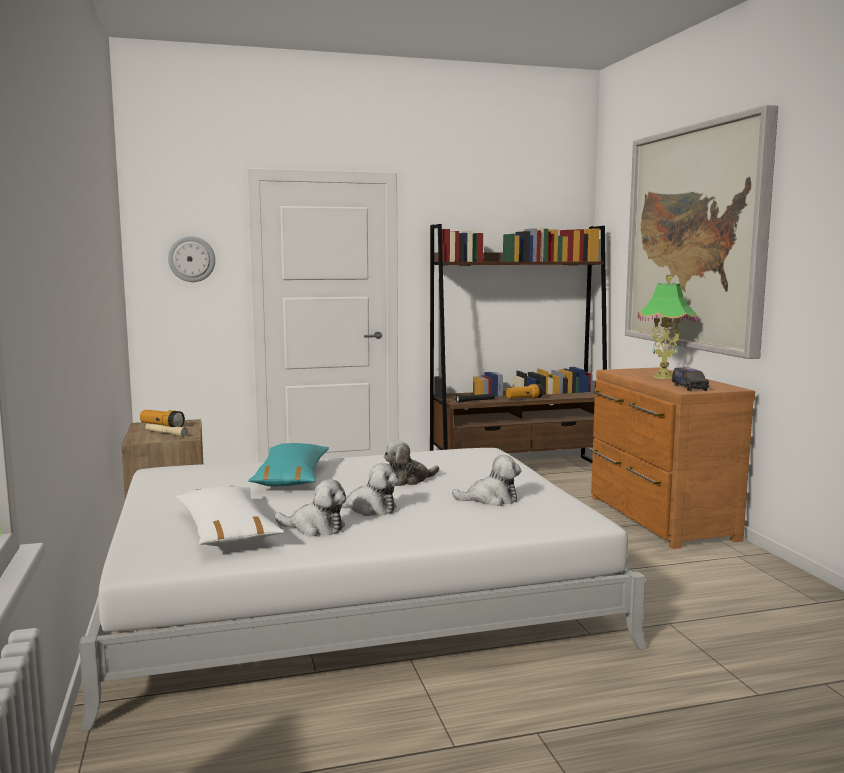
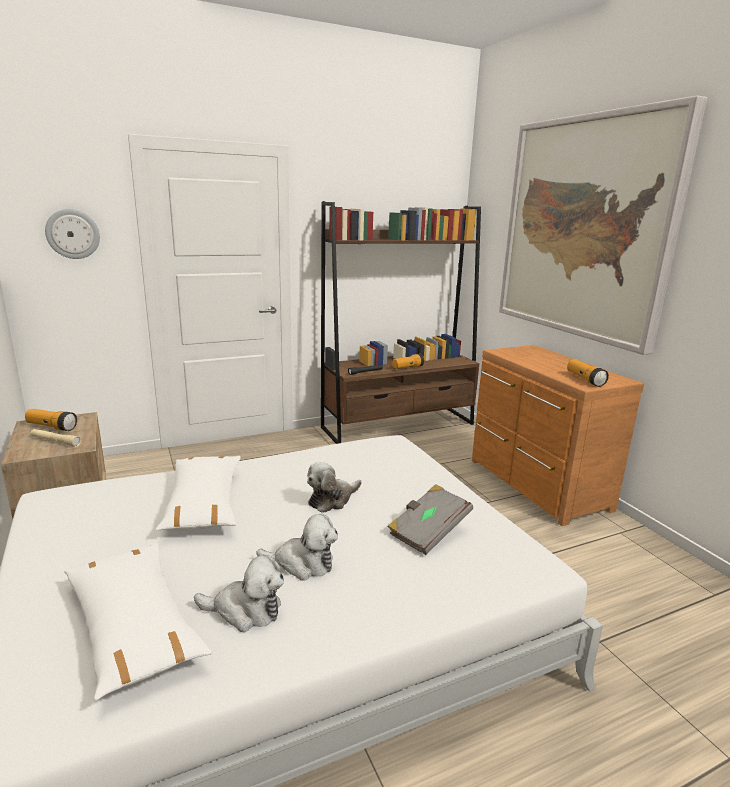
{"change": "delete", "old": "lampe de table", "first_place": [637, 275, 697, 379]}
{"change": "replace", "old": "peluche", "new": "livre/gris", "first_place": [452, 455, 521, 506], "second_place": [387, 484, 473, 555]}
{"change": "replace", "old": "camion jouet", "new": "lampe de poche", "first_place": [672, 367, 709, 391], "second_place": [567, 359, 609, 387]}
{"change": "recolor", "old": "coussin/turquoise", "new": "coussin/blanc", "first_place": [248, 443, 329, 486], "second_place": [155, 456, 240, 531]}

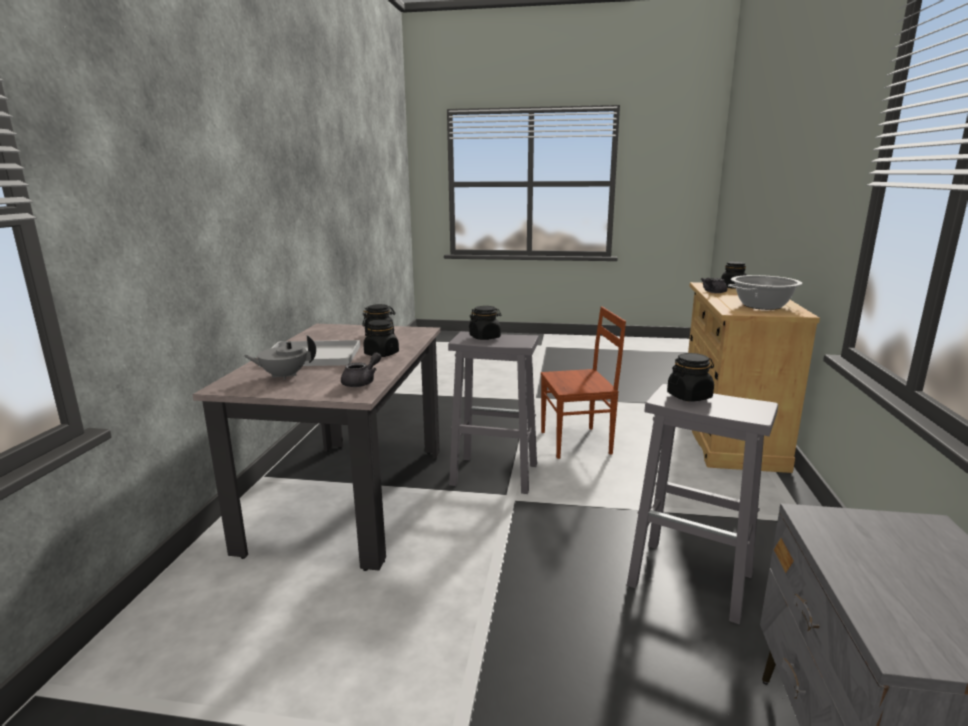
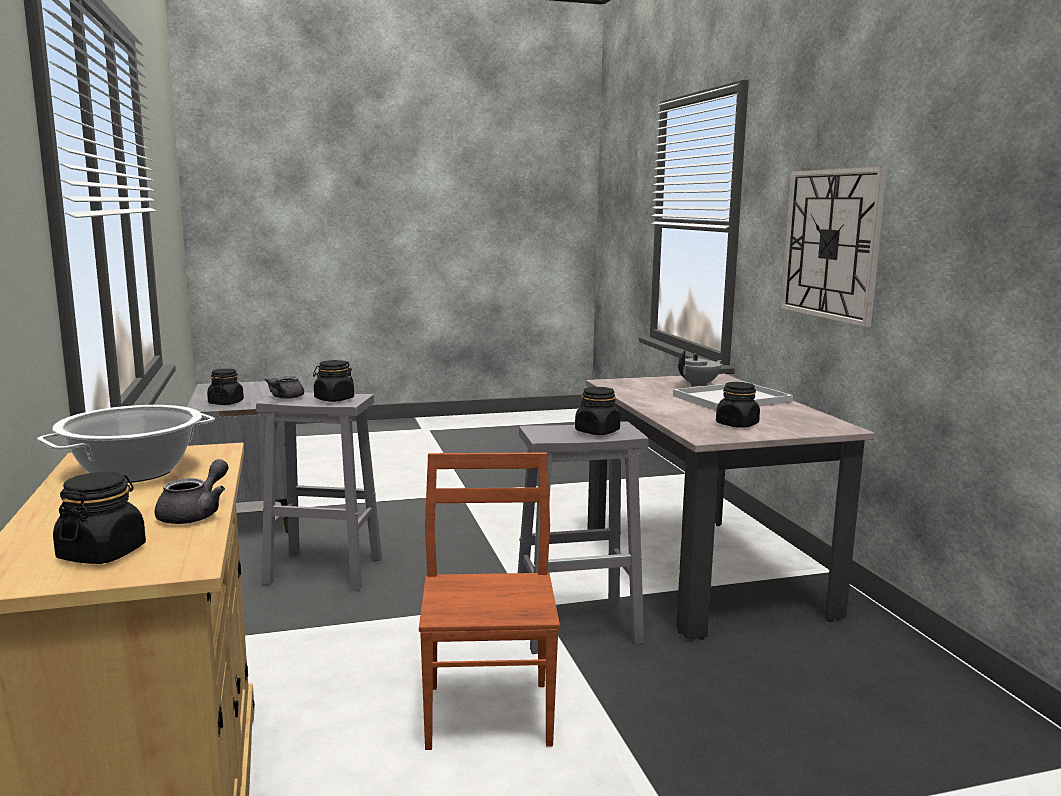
{"change": "insert", "new": "horloge murale", "second_place": [780, 166, 888, 327]}
{"change": "move", "old": "théière/gris", "first_place": [341, 353, 381, 387], "second_place": [264, 376, 304, 399]}
{"change": "move", "old": "bocal/noir", "first_place": [363, 320, 399, 357], "second_place": [207, 369, 244, 405]}
{"change": "rotate", "old": "chaise/marron", "first_place": [541, 306, 626, 459], "second_place": [419, 452, 560, 750], "degrees": 120}

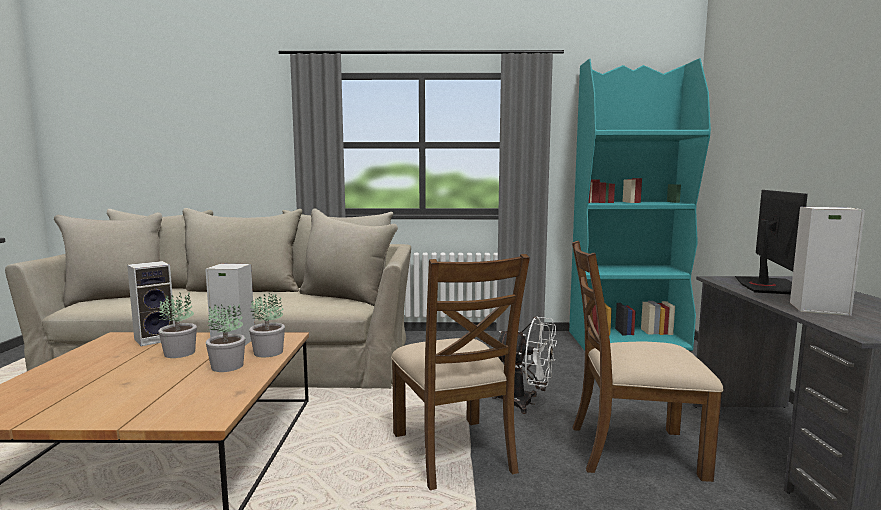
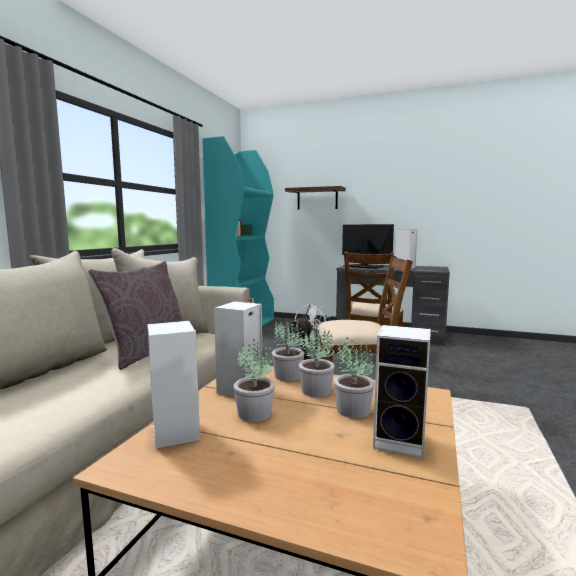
{"change": "insert", "new": "coussin/gris", "second_place": [88, 261, 182, 370]}
{"change": "insert", "new": "étagère", "second_place": [285, 186, 345, 210]}
{"change": "insert", "new": "plante en pot", "second_place": [334, 337, 375, 418]}
{"change": "insert", "new": "enceinte", "second_place": [373, 325, 431, 458]}

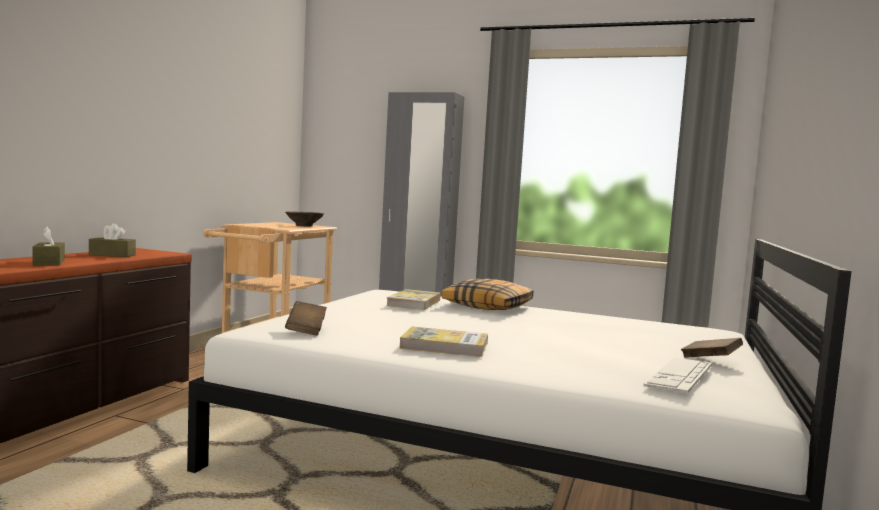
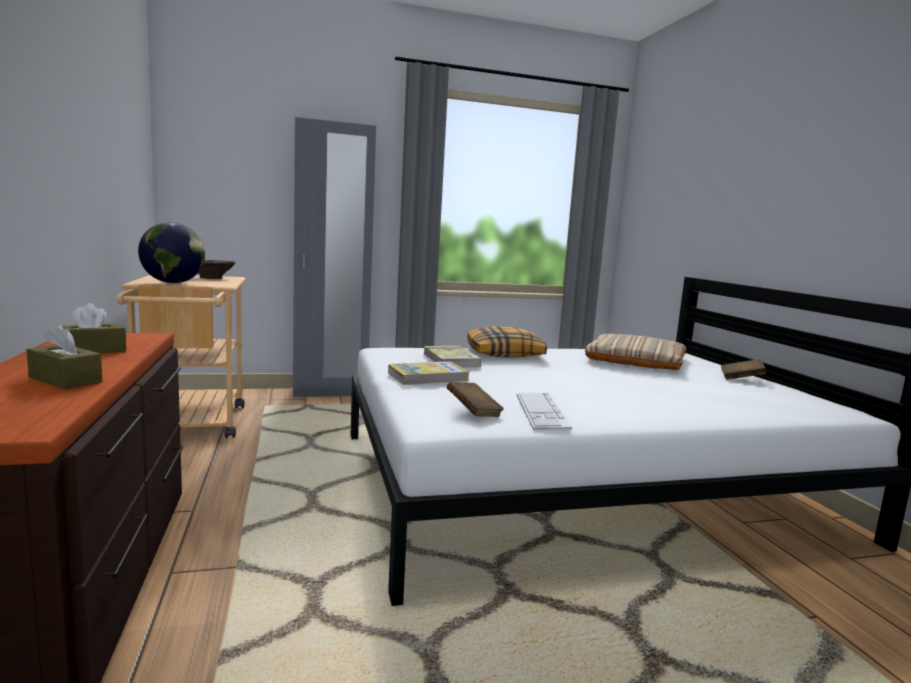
{"change": "insert", "new": "globe", "second_place": [138, 222, 205, 283]}
{"change": "insert", "new": "coussin/beige", "second_place": [585, 334, 686, 370]}
{"change": "move", "old": "livre", "first_place": [399, 327, 488, 357], "second_place": [388, 361, 470, 385]}
{"change": "move", "old": "clavier", "first_place": [643, 358, 712, 393], "second_place": [517, 393, 572, 430]}

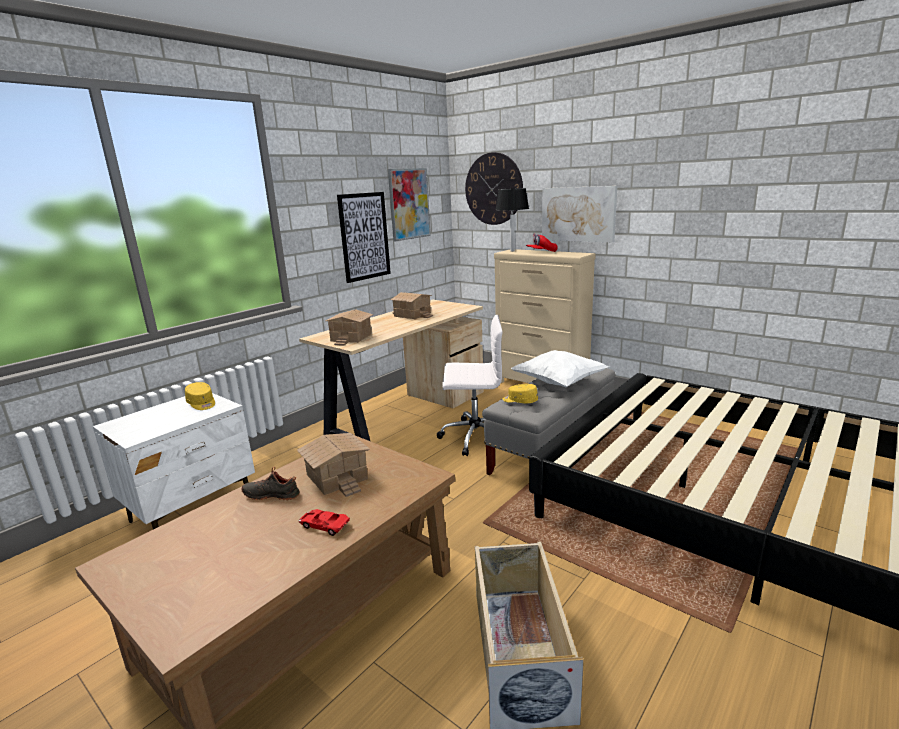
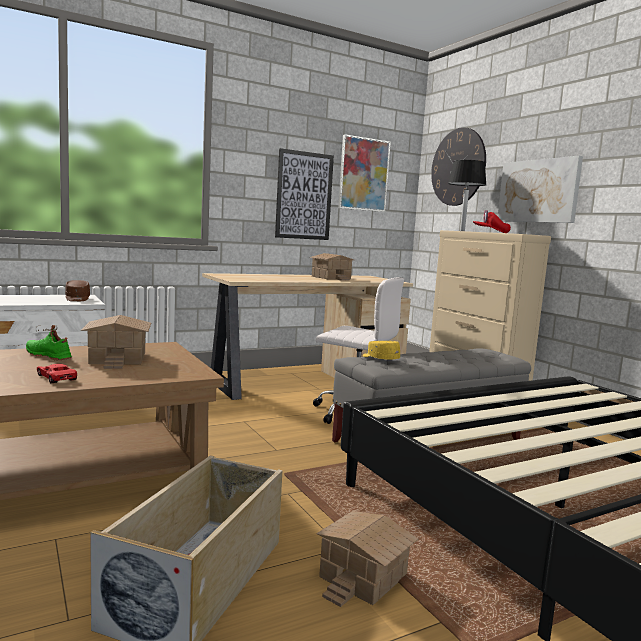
{"change": "delete", "old": "coussin/blanc", "first_place": [511, 350, 609, 387]}
{"change": "move", "old": "maison miniature", "first_place": [326, 310, 373, 346], "second_place": [316, 511, 419, 607]}
{"change": "recolor", "old": "casquette/jaune", "new": "casquette/marron", "first_place": [185, 382, 215, 410], "second_place": [65, 280, 90, 301]}
{"change": "recolor", "old": "chaussure/noir", "new": "chaussure/vert", "first_place": [242, 467, 300, 500], "second_place": [26, 325, 72, 361]}

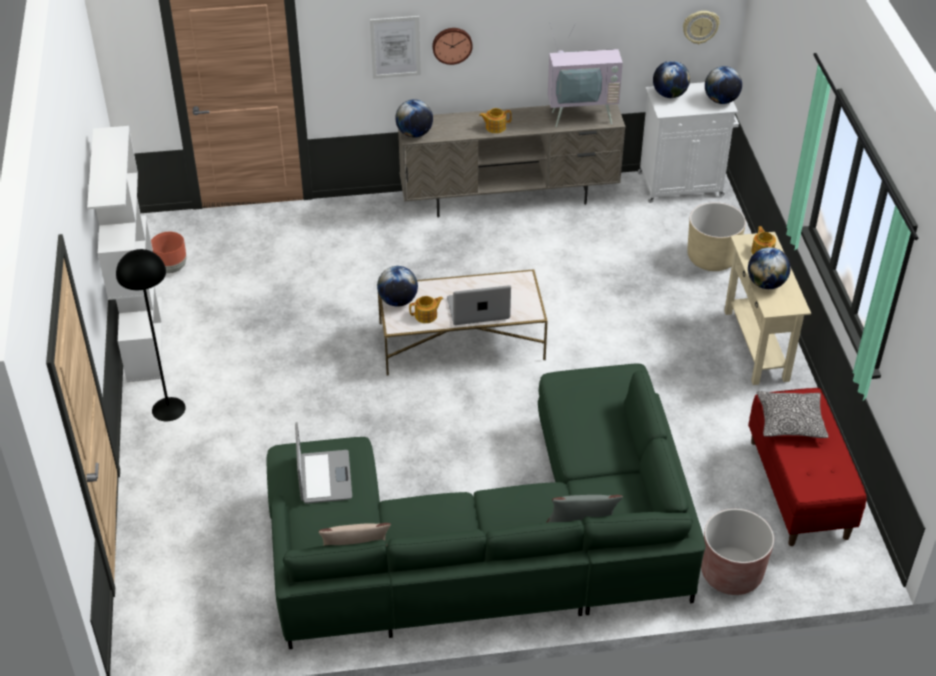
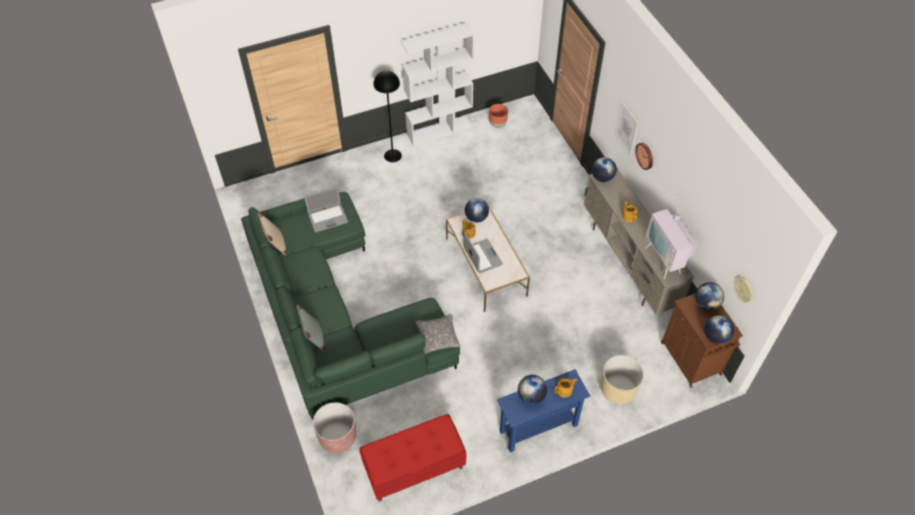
{"change": "move", "old": "coussin", "first_place": [757, 391, 829, 438], "second_place": [416, 314, 460, 354]}
{"change": "recolor", "old": "meuble de rangement/blanc", "new": "meuble de rangement/marron", "first_place": [638, 82, 739, 203], "second_place": [661, 293, 743, 388]}
{"change": "recolor", "old": "table console/beige", "new": "table console/bleu", "first_place": [724, 232, 811, 385], "second_place": [497, 369, 590, 453]}

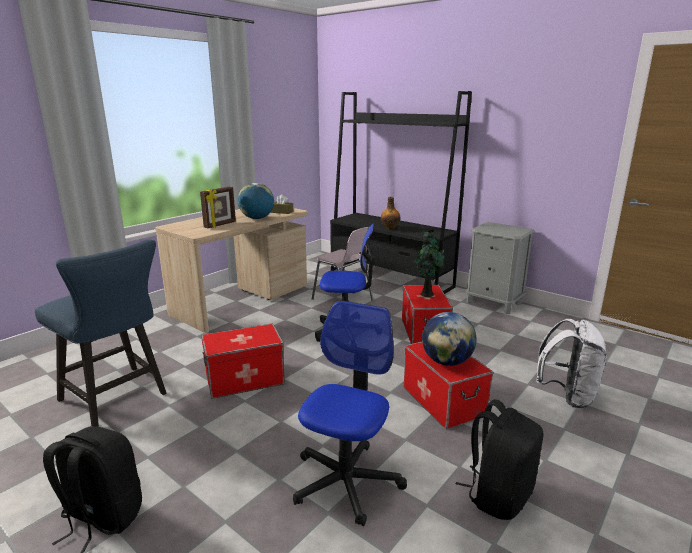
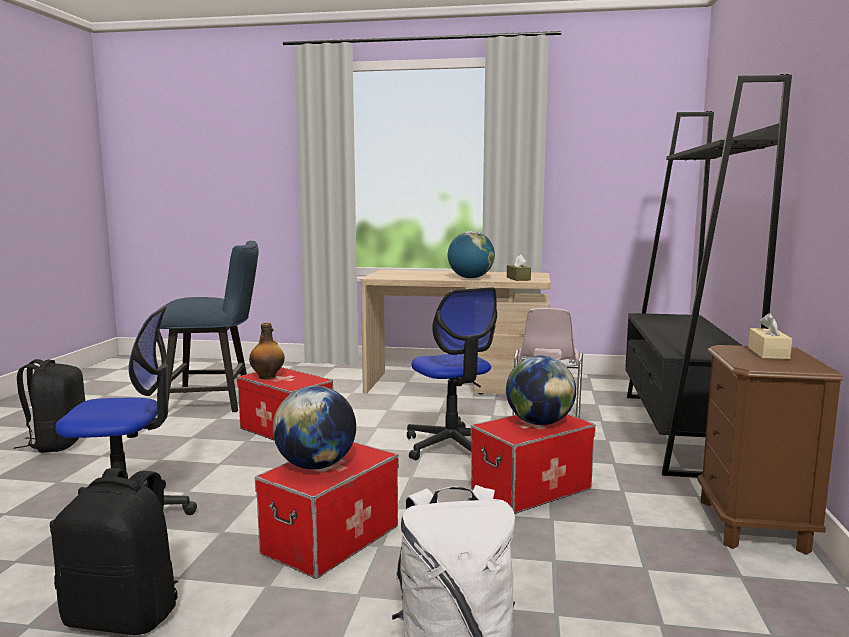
{"change": "delete", "old": "cadre photo", "first_place": [200, 187, 236, 228]}
{"change": "insert", "new": "boîte à mouchoirs/beige", "second_place": [748, 313, 792, 359]}
{"change": "move", "old": "bouteille", "first_place": [381, 197, 401, 230], "second_place": [249, 323, 285, 379]}
{"change": "replace", "old": "plante en pot", "new": "globe", "first_place": [412, 230, 445, 297], "second_place": [506, 356, 576, 425]}
{"change": "recolor", "old": "table de chevet/gris", "new": "table de chevet/marron", "first_place": [465, 222, 535, 314], "second_place": [697, 345, 843, 555]}
{"change": "rotate", "old": "chaise/bleu", "first_place": [35, 239, 166, 427], "second_place": [159, 241, 259, 412], "degrees": -105}

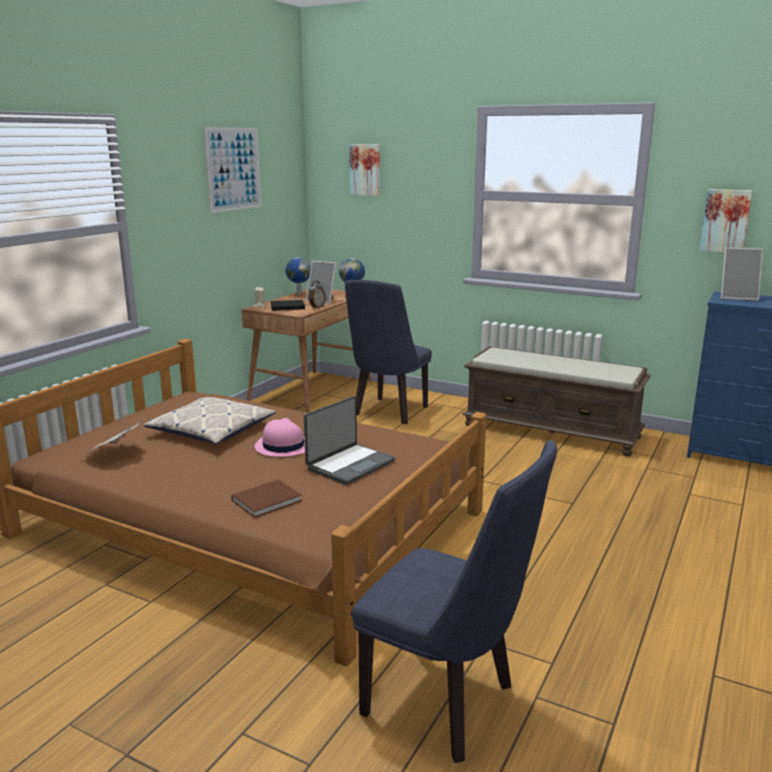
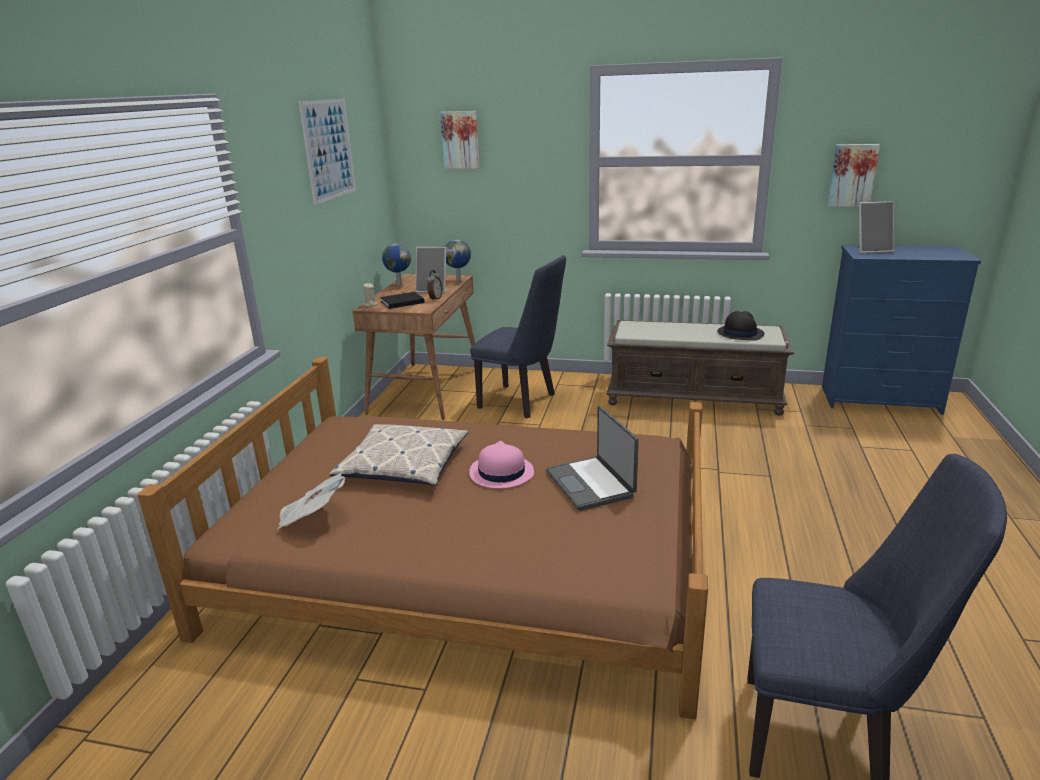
{"change": "delete", "old": "livre/marron", "first_place": [231, 480, 302, 518]}
{"change": "insert", "new": "chapeau/noir", "second_place": [717, 311, 765, 341]}
{"change": "rotate", "old": "ordinateur portable", "first_place": [304, 396, 395, 485], "second_place": [546, 406, 639, 511], "degrees": 135}
{"change": "rotate", "old": "chaise/bleu", "first_place": [345, 280, 432, 424], "second_place": [470, 255, 566, 418], "degrees": -75}

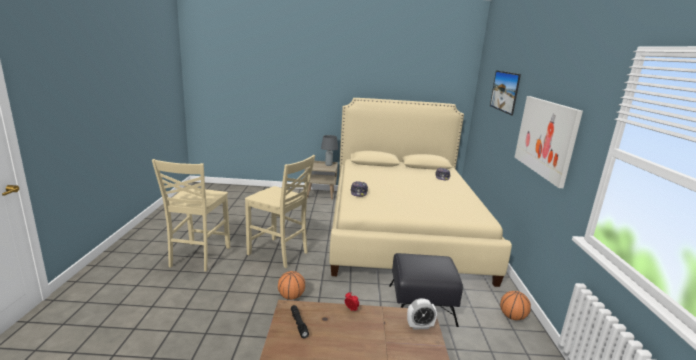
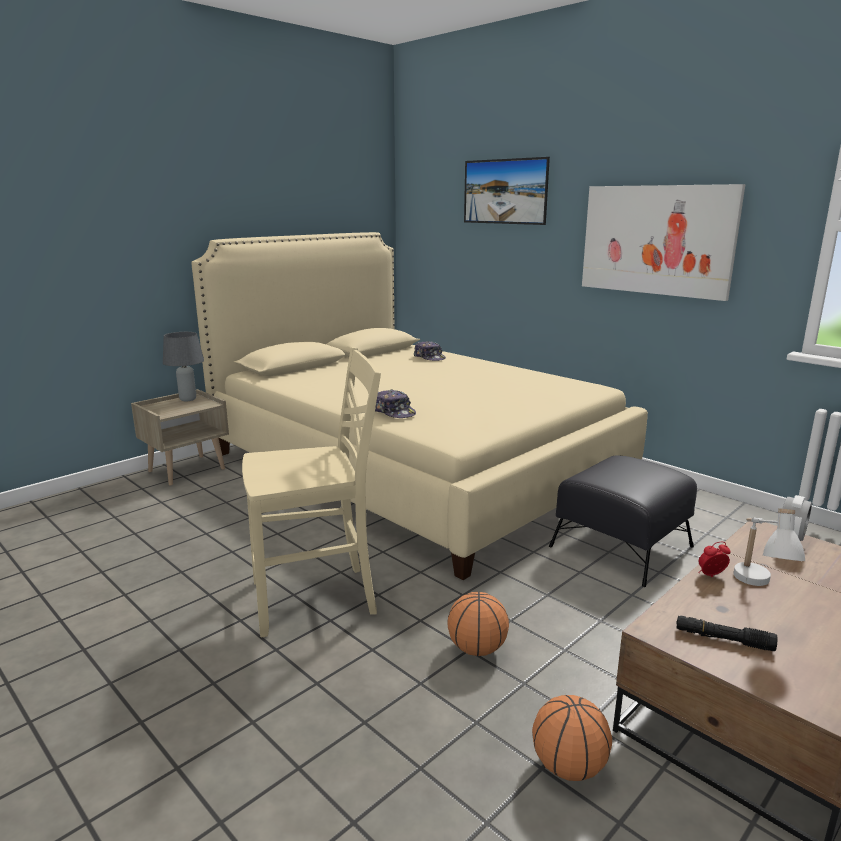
{"change": "delete", "old": "chaise/beige", "first_place": [152, 159, 230, 272]}
{"change": "insert", "new": "lampe de table/blanc", "second_place": [734, 508, 805, 586]}
{"change": "move", "old": "ballon de basket", "first_place": [500, 291, 531, 320], "second_place": [532, 695, 612, 781]}

